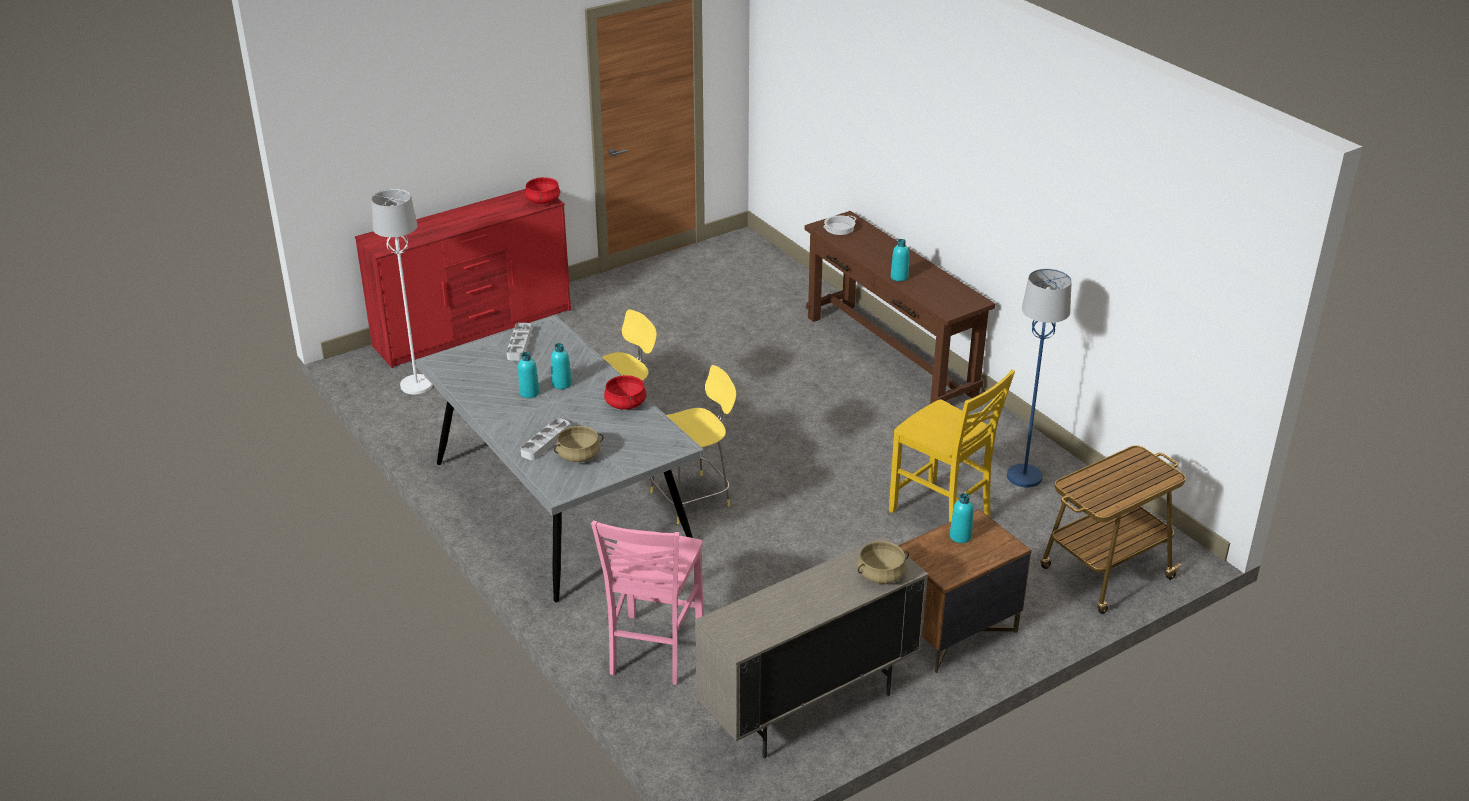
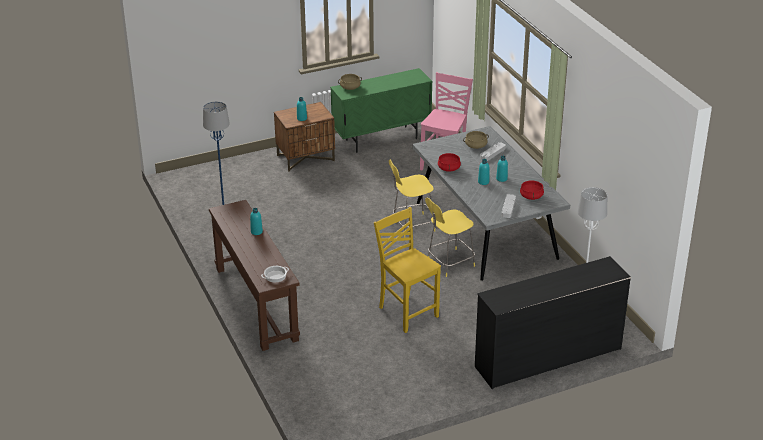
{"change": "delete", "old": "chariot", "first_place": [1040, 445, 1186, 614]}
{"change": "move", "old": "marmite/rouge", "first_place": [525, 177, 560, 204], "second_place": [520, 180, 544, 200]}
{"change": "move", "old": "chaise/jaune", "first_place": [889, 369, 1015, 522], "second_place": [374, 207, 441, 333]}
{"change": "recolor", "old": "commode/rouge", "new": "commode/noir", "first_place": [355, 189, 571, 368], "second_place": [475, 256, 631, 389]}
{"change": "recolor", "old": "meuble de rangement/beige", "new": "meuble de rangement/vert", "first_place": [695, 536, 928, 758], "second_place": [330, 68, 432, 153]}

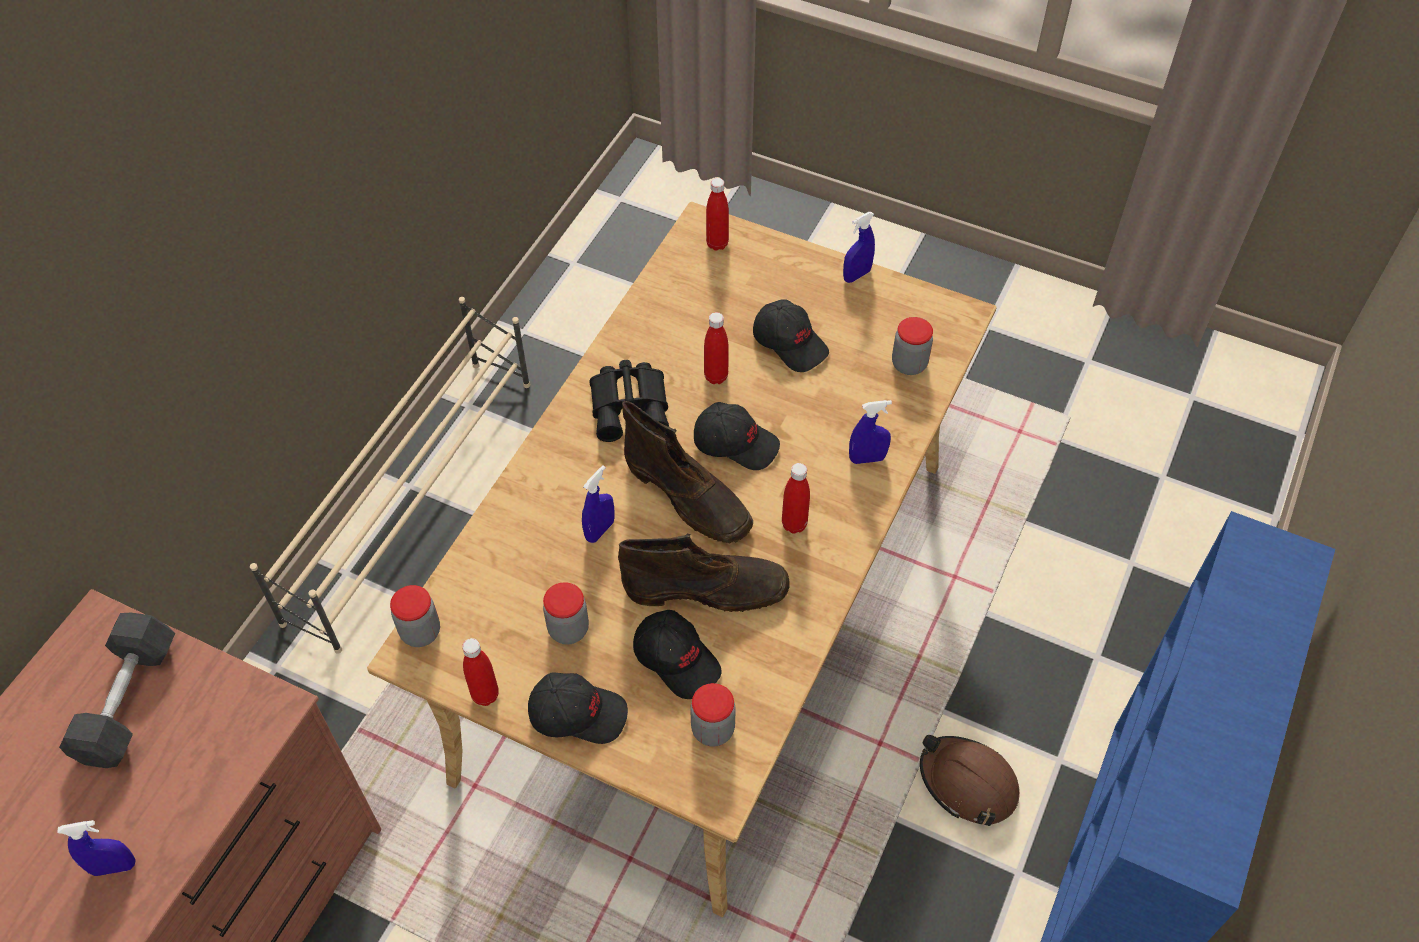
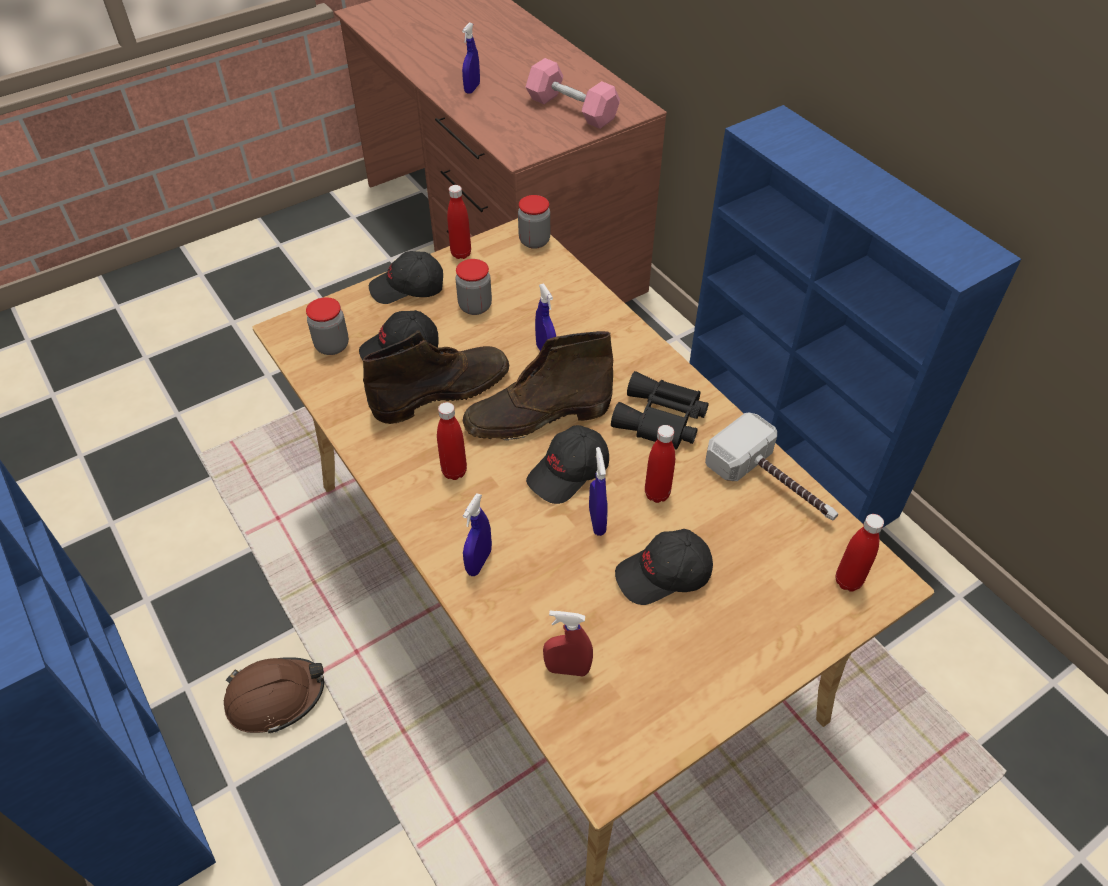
{"change": "insert", "new": "marteau", "second_place": [705, 413, 838, 520]}
{"change": "move", "old": "vaporisateur/bleu", "first_place": [843, 212, 875, 283], "second_place": [589, 447, 608, 536]}
{"change": "replace", "old": "étagère à chaussures/beige", "new": "bibliothèque/bleu", "first_place": [250, 297, 530, 654], "second_place": [689, 105, 1021, 528]}
{"change": "replace", "old": "bocal", "new": "vaporisateur/rouge", "first_place": [892, 317, 933, 375], "second_place": [543, 611, 593, 676]}
{"change": "recolor", "old": "haltère/gris", "new": "haltère/rose", "first_place": [59, 612, 175, 768], "second_place": [526, 58, 620, 129]}
{"change": "rotate", "old": "casquette/noir", "first_place": [528, 672, 628, 744], "second_place": [369, 251, 443, 304], "degrees": 45}
{"change": "rotate", "old": "botte/marron", "first_place": [618, 534, 790, 612], "second_place": [363, 330, 509, 424], "degrees": -150}

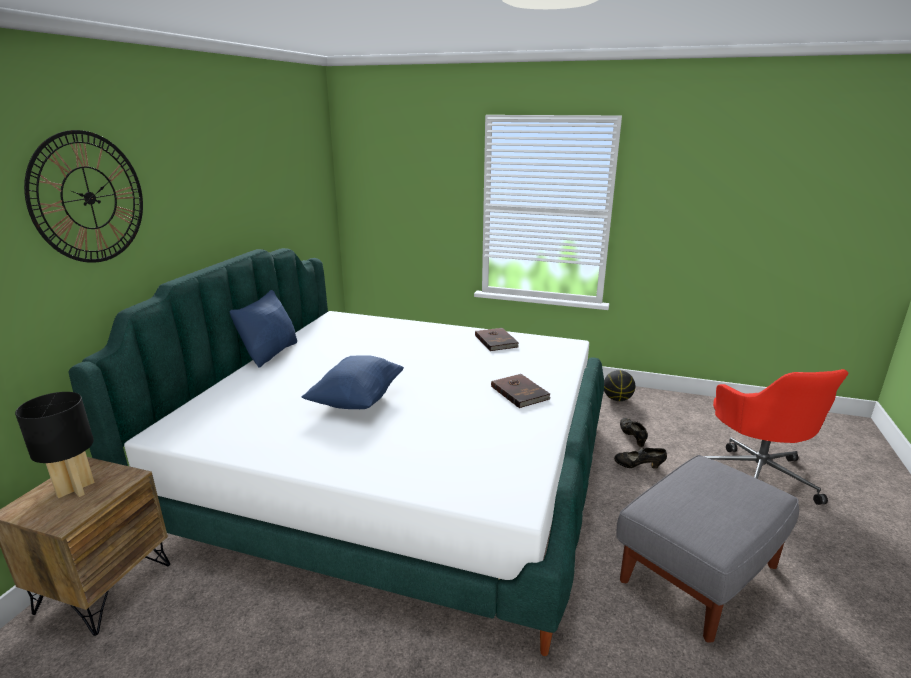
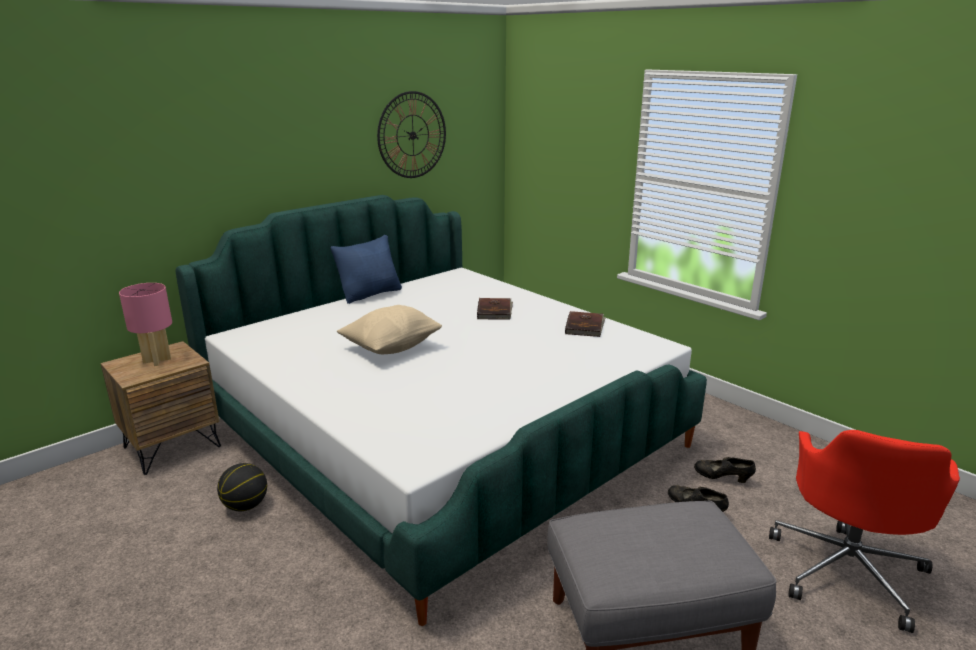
{"change": "move", "old": "horloge murale", "first_place": [24, 130, 143, 263], "second_place": [377, 91, 446, 178]}
{"change": "move", "old": "livre/marron", "first_place": [491, 374, 551, 408], "second_place": [477, 298, 513, 320]}
{"change": "move", "old": "ballon de basket", "first_place": [604, 370, 635, 401], "second_place": [217, 463, 267, 511]}
{"change": "recolor", "old": "lampe de table/noir", "new": "lampe de table/rose", "first_place": [15, 392, 95, 498], "second_place": [119, 283, 172, 366]}
{"change": "recolor", "old": "coussin/bleu", "new": "coussin/beige", "first_place": [302, 355, 404, 409], "second_place": [337, 305, 442, 354]}
{"change": "rotate", "old": "chaussure/noir", "first_place": [620, 418, 648, 447], "second_place": [694, 457, 756, 483], "degrees": -90}

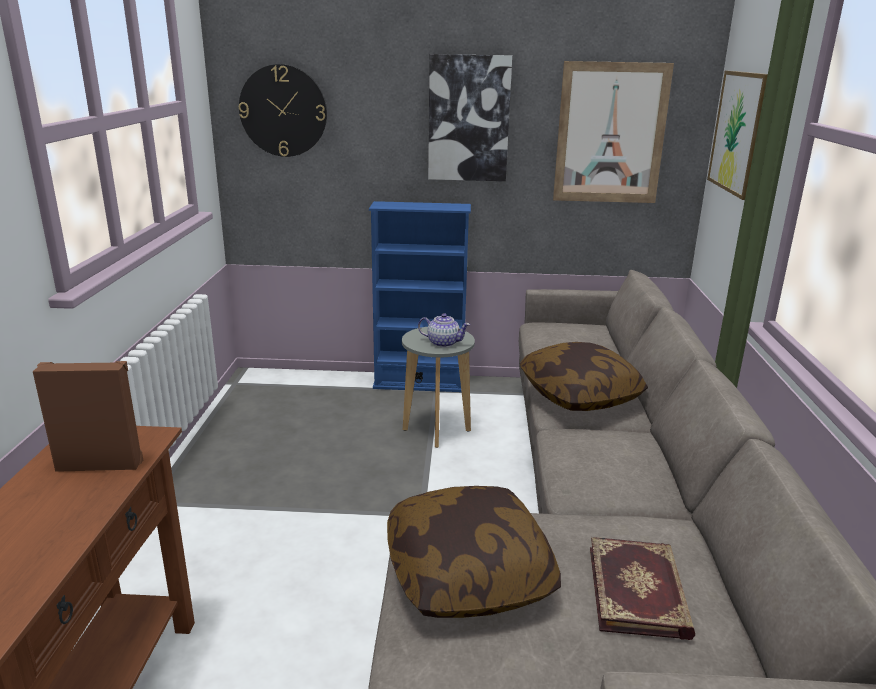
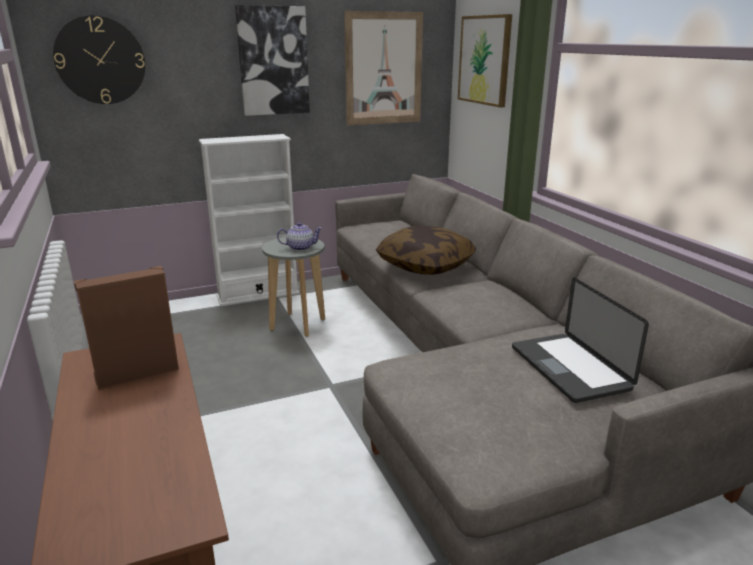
{"change": "delete", "old": "coussin", "first_place": [387, 486, 561, 618]}
{"change": "replace", "old": "livre", "new": "ordinateur portable", "first_place": [590, 537, 695, 640], "second_place": [512, 277, 649, 403]}
{"change": "recolor", "old": "bibliothèque/bleu", "new": "bibliothèque/blanc", "first_place": [369, 201, 471, 392], "second_place": [199, 134, 300, 306]}

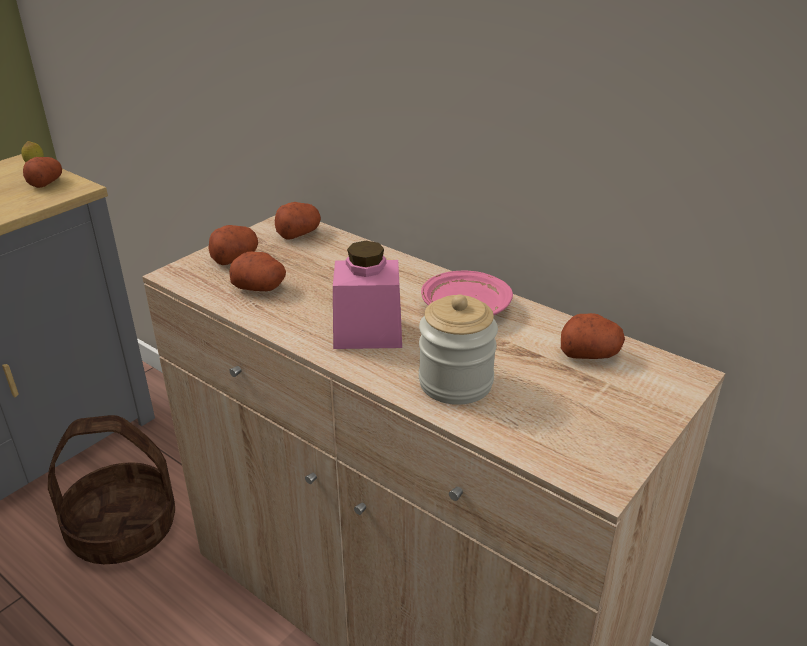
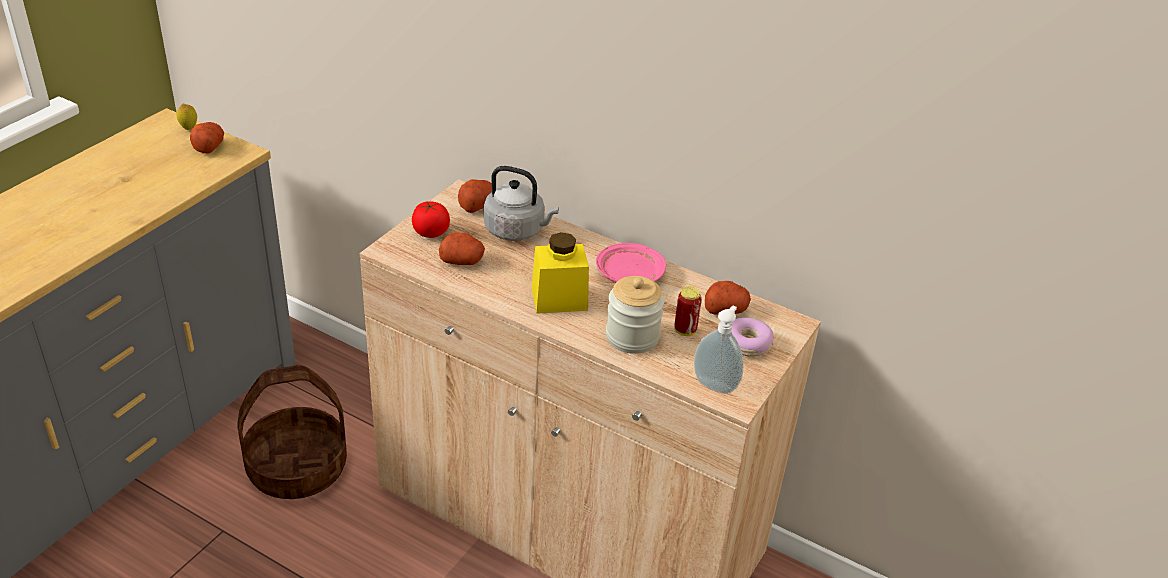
{"change": "insert", "new": "bouilloire/gris", "second_place": [484, 166, 559, 241]}
{"change": "insert", "new": "boîte métallique", "second_place": [674, 287, 702, 336]}
{"change": "insert", "new": "distributeur de savon", "second_place": [694, 305, 744, 394]}
{"change": "insert", "new": "beignet", "second_place": [731, 317, 774, 357]}
{"change": "replace", "old": "pomme de terre", "new": "tomate", "first_place": [208, 225, 258, 265], "second_place": [412, 201, 450, 238]}
{"change": "recolor", "old": "bocal/rose", "new": "bocal/jaune", "first_place": [333, 241, 402, 349], "second_place": [532, 232, 589, 314]}

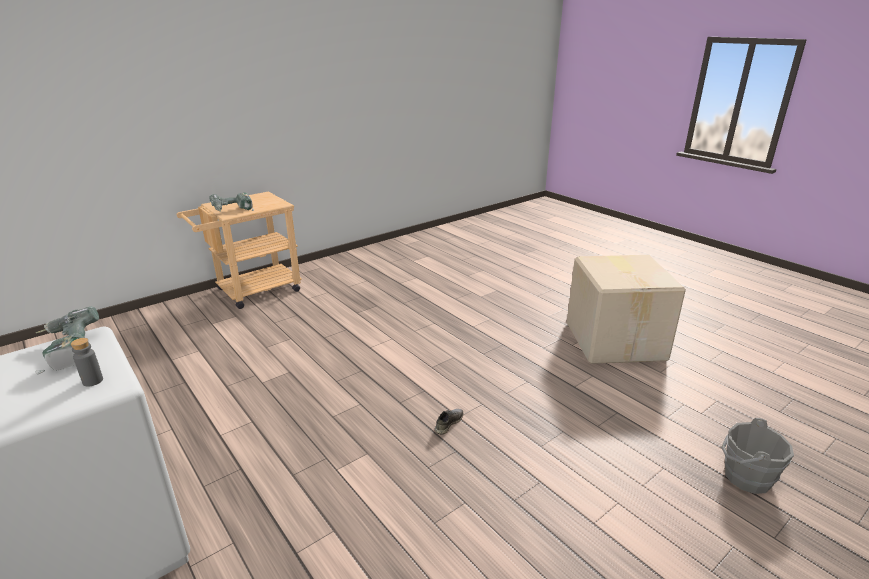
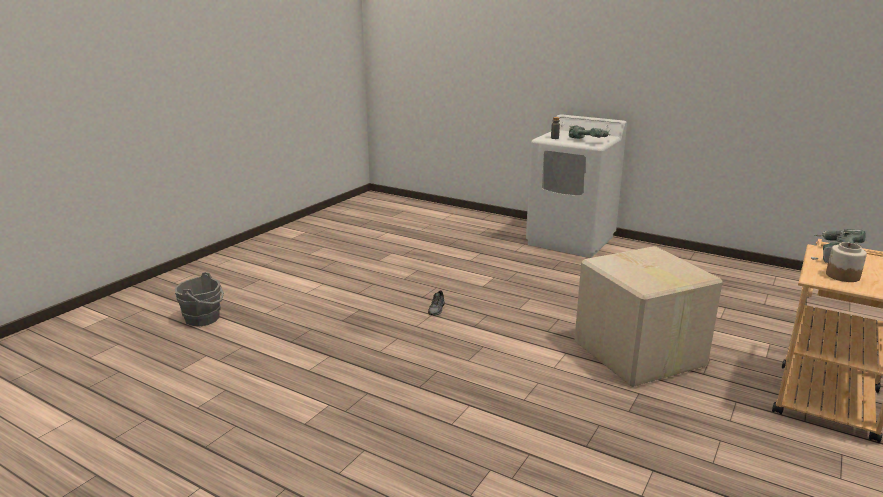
{"change": "insert", "new": "bocal", "second_place": [826, 242, 867, 282]}
{"change": "move", "old": "carton", "first_place": [567, 255, 686, 364], "second_place": [574, 246, 722, 387]}

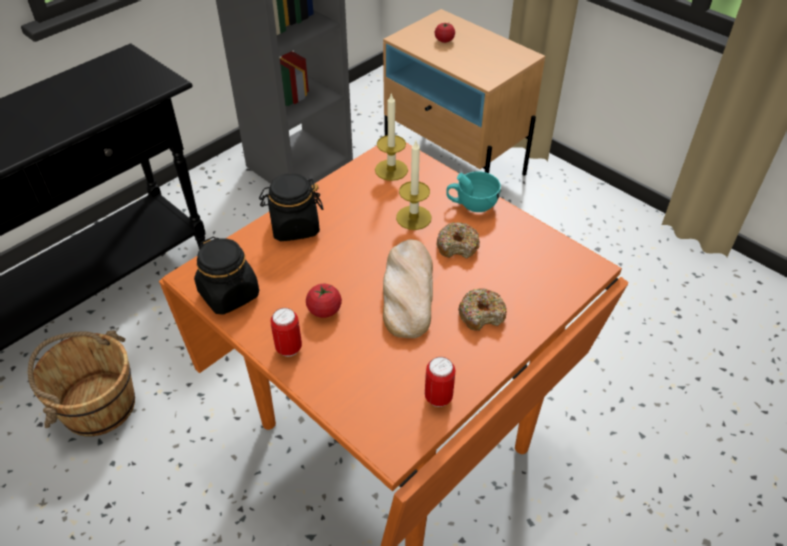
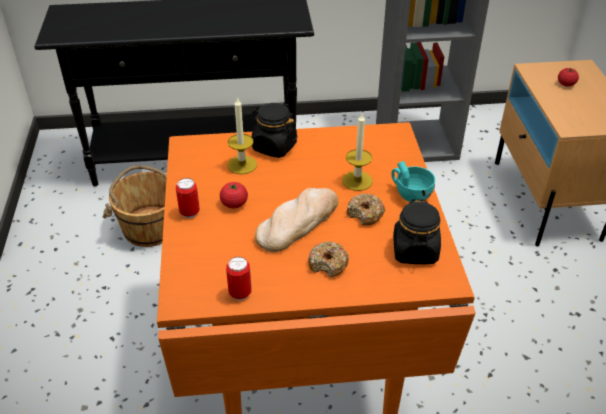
{"change": "move", "old": "bocal/noir", "first_place": [194, 236, 259, 315], "second_place": [393, 199, 441, 264]}
{"change": "move", "old": "bougie", "first_place": [375, 94, 408, 181], "second_place": [227, 97, 257, 174]}

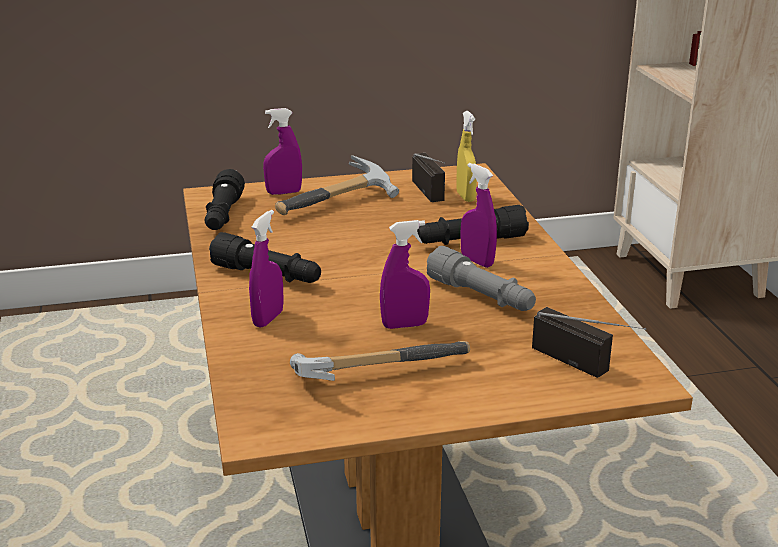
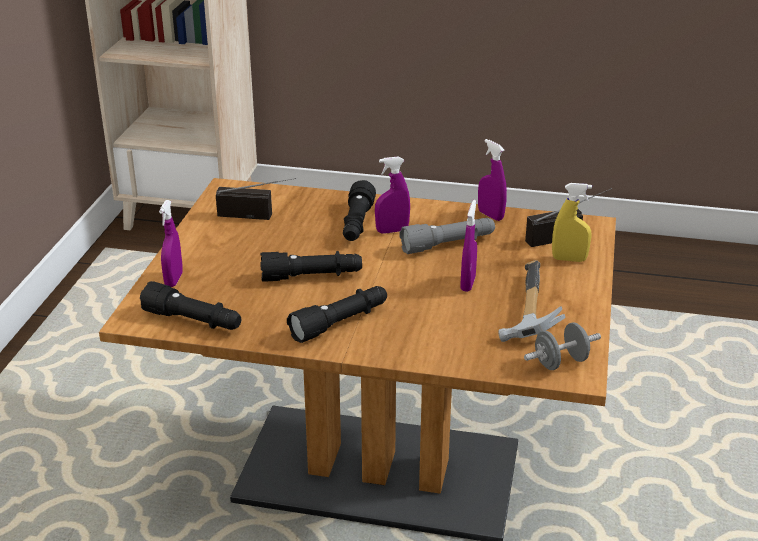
{"change": "delete", "old": "marteau", "first_place": [275, 155, 399, 215]}
{"change": "insert", "new": "lampe de poche/noir", "second_place": [260, 251, 362, 282]}
{"change": "insert", "new": "haltère/gris", "second_place": [524, 323, 601, 370]}
{"change": "move", "old": "vaporisateur/violet", "first_place": [249, 210, 283, 328], "second_place": [478, 139, 507, 221]}
{"change": "move", "old": "vaporisateur/jaune", "first_place": [456, 111, 477, 202], "second_place": [552, 183, 592, 262]}

